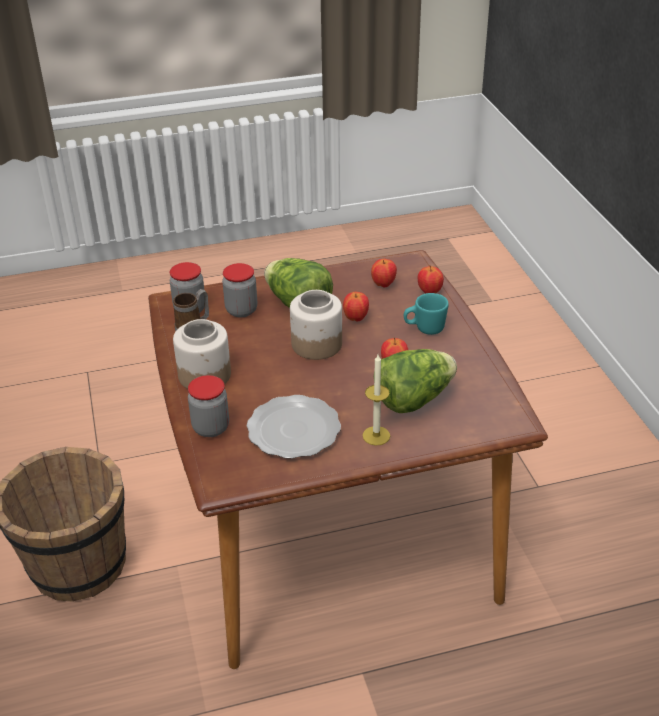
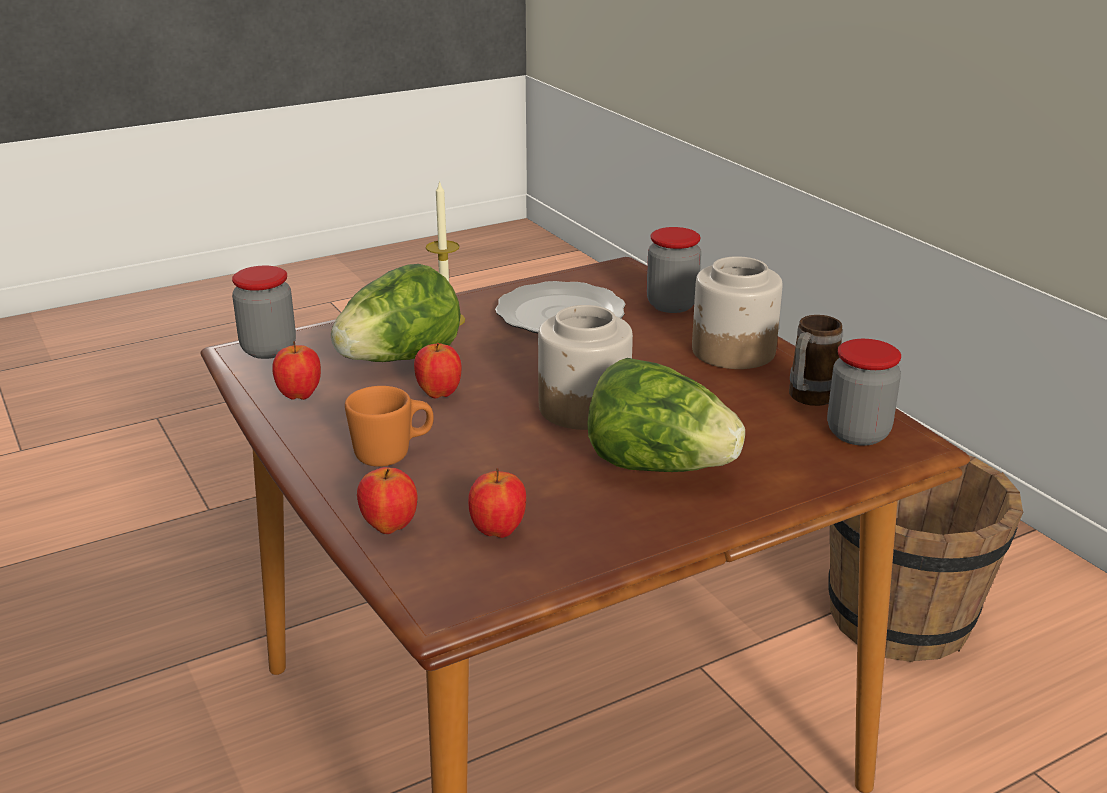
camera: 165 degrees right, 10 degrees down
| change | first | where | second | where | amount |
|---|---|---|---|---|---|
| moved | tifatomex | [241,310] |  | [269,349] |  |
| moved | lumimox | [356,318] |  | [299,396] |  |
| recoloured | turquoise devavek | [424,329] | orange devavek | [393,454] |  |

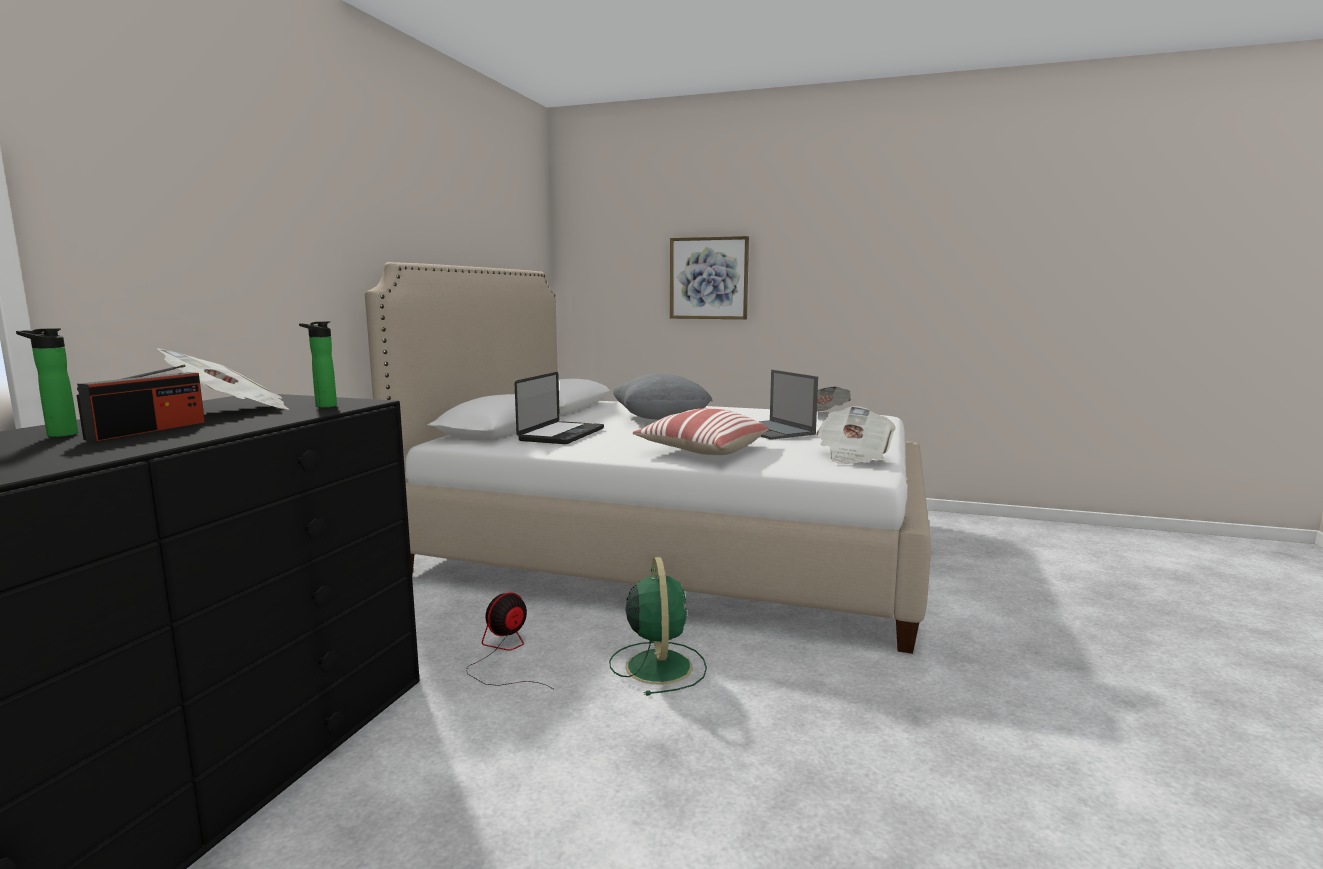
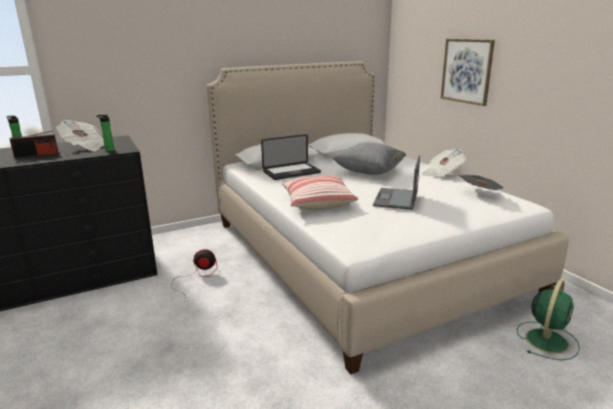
camera: 45 degrees right, 10 degrees up
| change | first | where | second | where | amount |
|---|---|---|---|---|---|
| moved | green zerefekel | [658,665] |  | [547,340] |  |
| moved | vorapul | [853,456] |  | [442,173] |  |

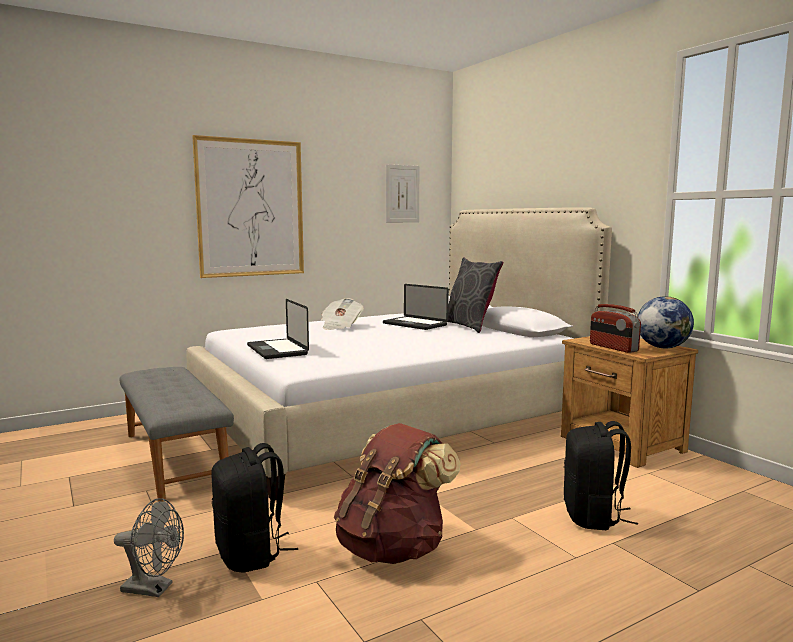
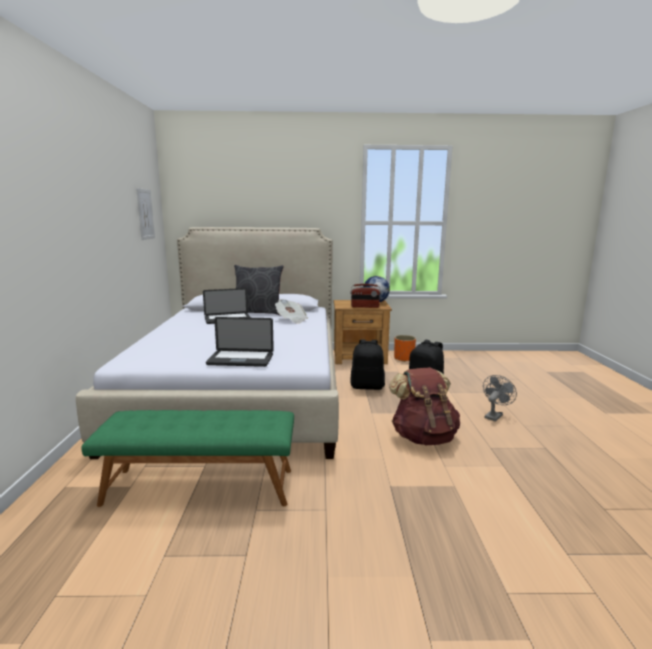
camera: 60 degrees left, 5 degrees up
| change | first | where | second | where | amount |
|---|---|---|---|---|---|
| moved | grey zerefekel | [154,588] |  | [494,415] |  |
| recoloured | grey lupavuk | [175,458] | green lupavuk | [200,486] |  |
| removed | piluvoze | [250,208] |  |  |  |
| moved | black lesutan | [251,554] |  | [367,386] |  |
| moved | vorapul | [340,326] |  | [291,320] |  |
| added |  |  | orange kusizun | [404,358] |  |

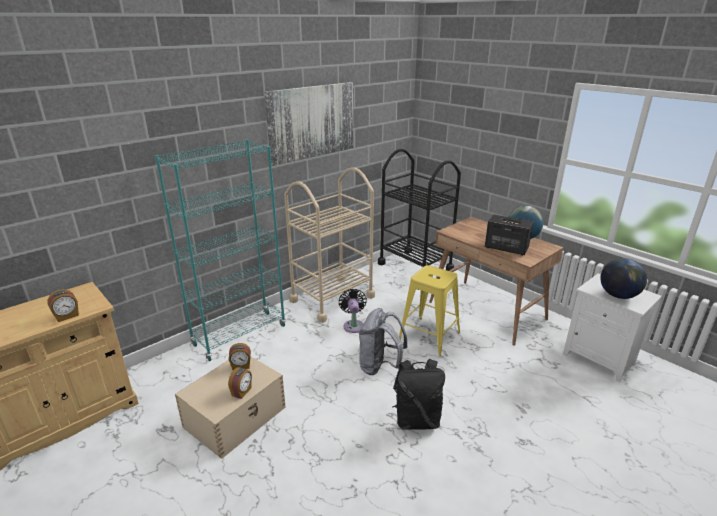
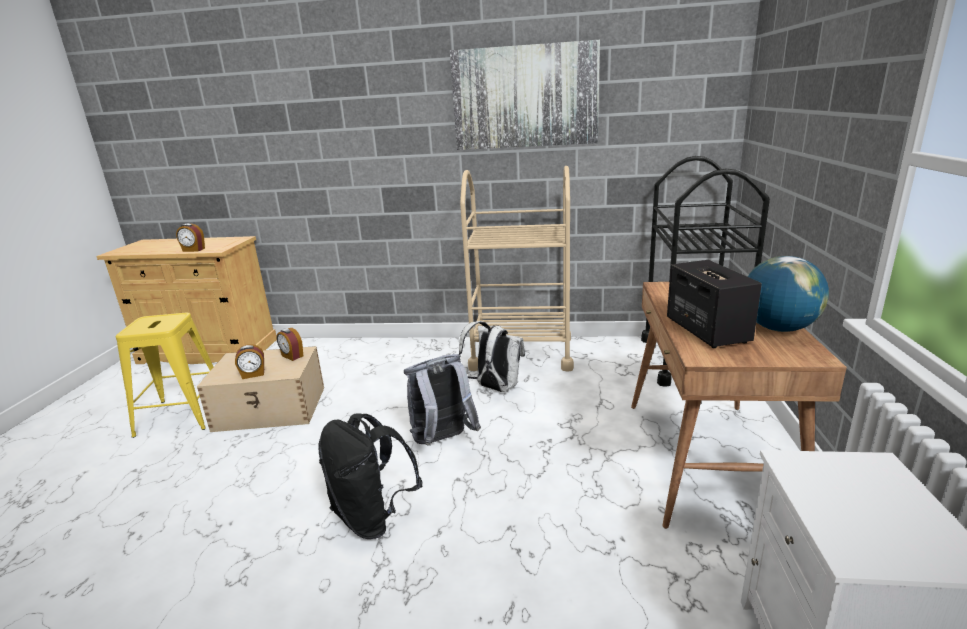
camera: 50 degrees right, 5 degrees down
| change | first | where | second | where | amount |
|---|---|---|---|---|---|
| removed | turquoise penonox | [240,335] |  |  |  |
| replaced | black zerefekel | [353,325] | white lesutan | [494,387] |  |
| moved | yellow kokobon | [429,336] |  | [182,415] |  |
| removed | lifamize | [618,295] |  |  |  |

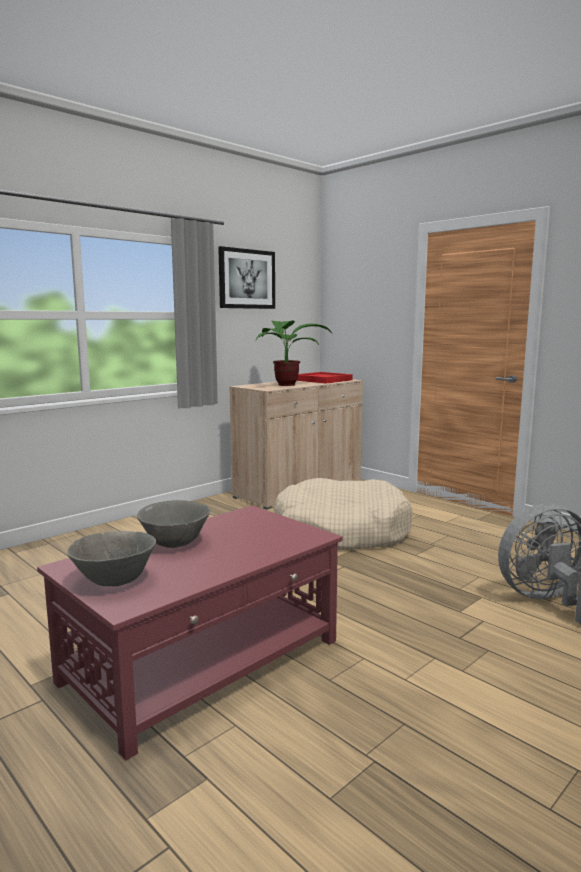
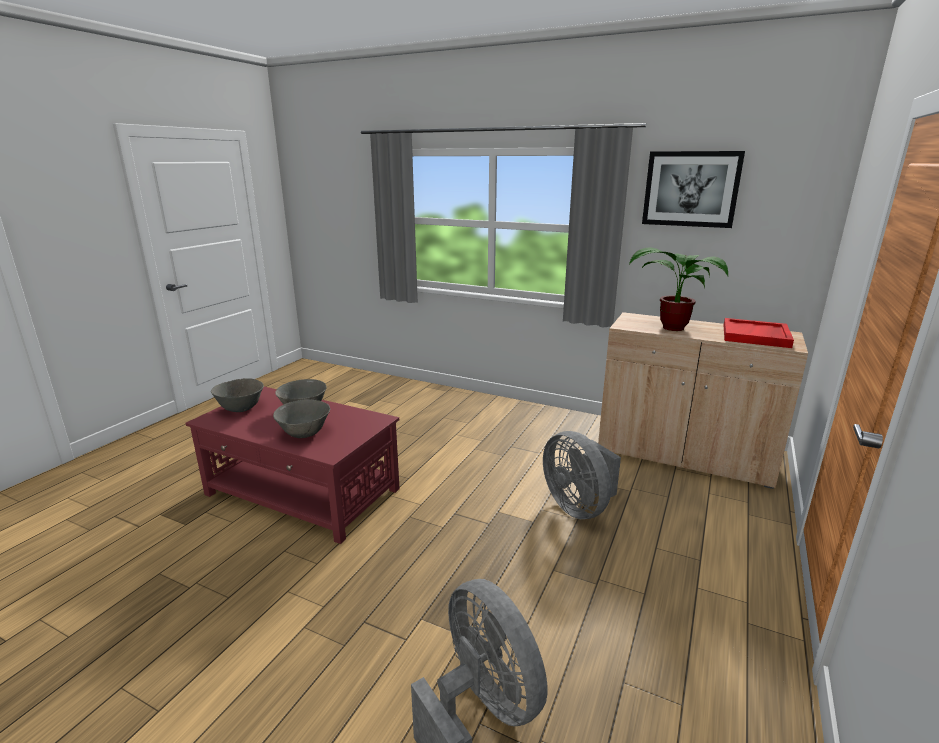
camera: 70 degrees right, 10 degrees up
| change | first | where | second | where | amount |
|---|---|---|---|---|---|
| replaced | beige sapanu | [341,532] | grey zerefekel | [578,506] |  |
| added |  |  | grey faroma | [305,434] |  |

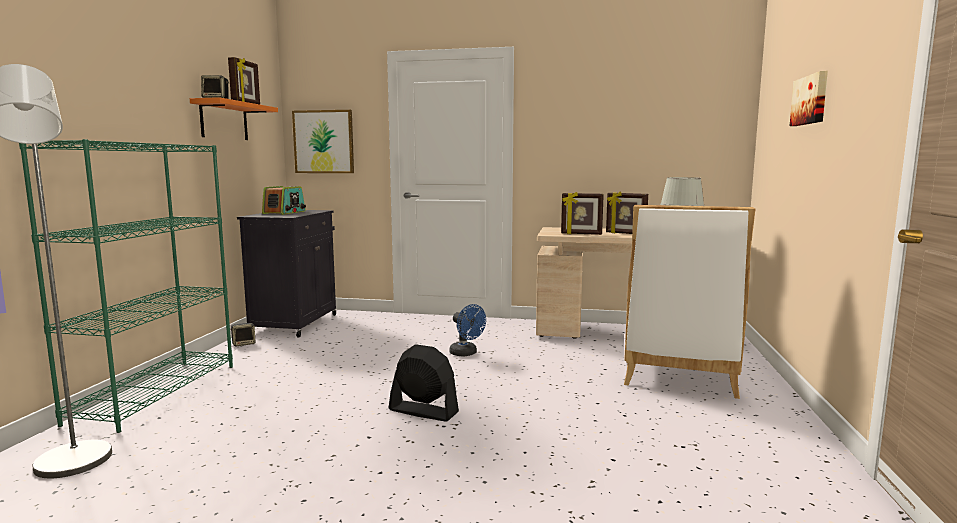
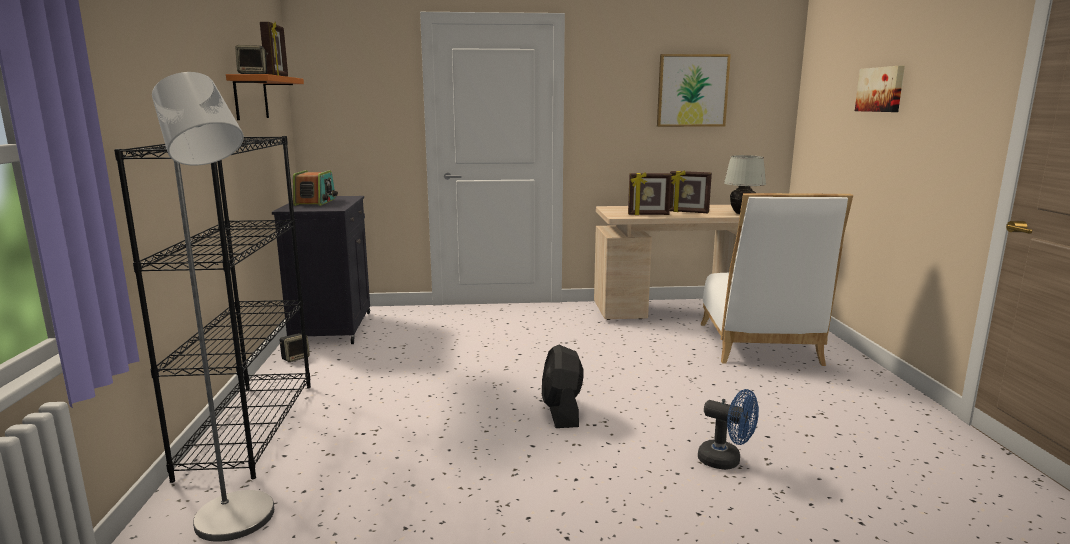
camera: 15 degrees left, 5 degrees up
| change | first | where | second | where | amount |
|---|---|---|---|---|---|
| recoloured | green penonox | [156,392] | black penonox | [249,427] |  |
| moved | piluvoze | [324,142] |  | [692,90] |  |
| turned | black zerefekel | [423,411] |  | [561,412] | 105 degrees counterclockwise |
| moved | blue zerefekel | [466,353] |  | [726,461] |  |

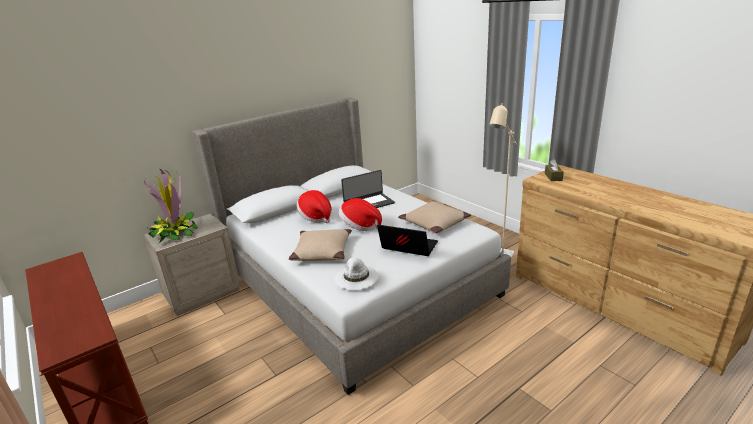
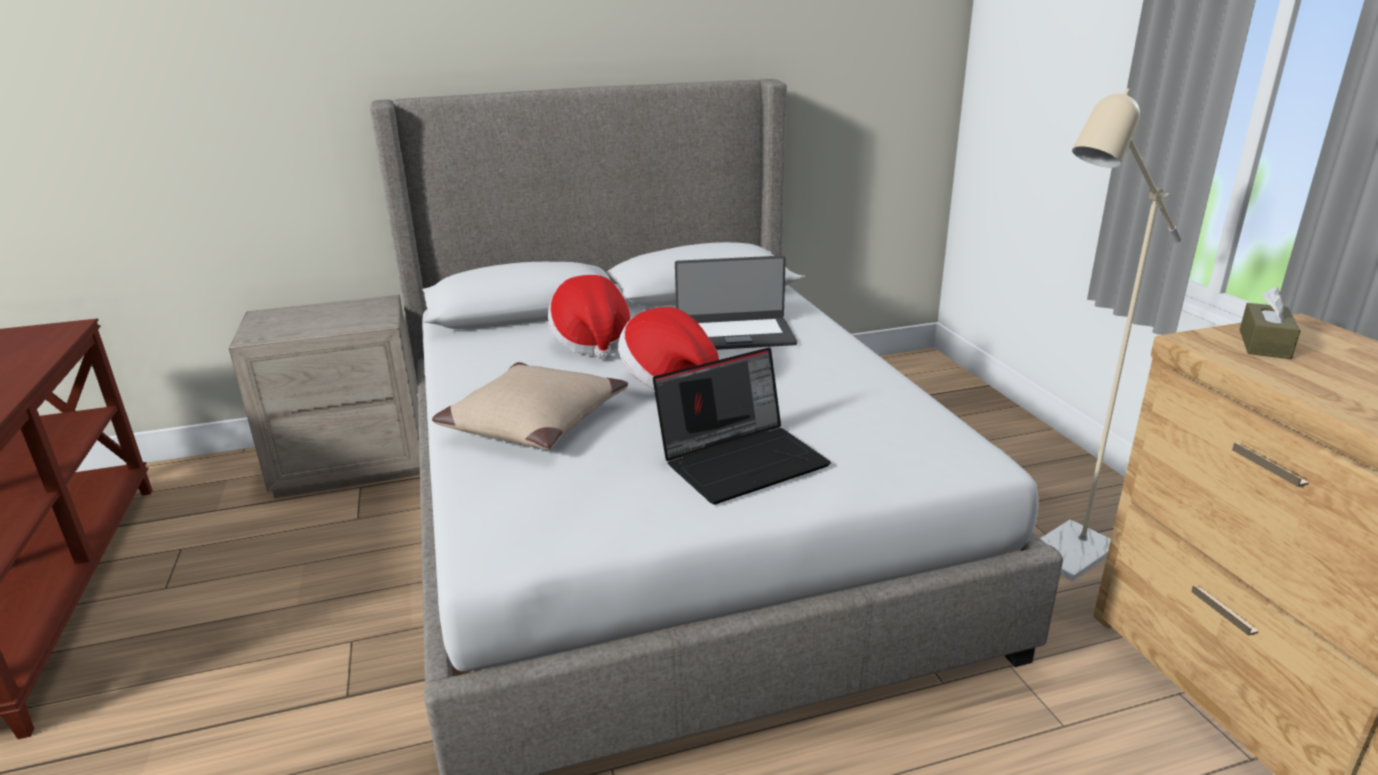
camera: 20 degrees right, 0 degrees up
| change | first | where | second | where | amount |
|---|---|---|---|---|---|
| removed | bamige | [175,233] |  |  |  |
| removed | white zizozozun | [356,277] |  |  |  |
| turned | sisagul | [407,248] |  | [743,460] | 105 degrees clockwise |
| removed | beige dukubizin | [434,223] |  |  |  |

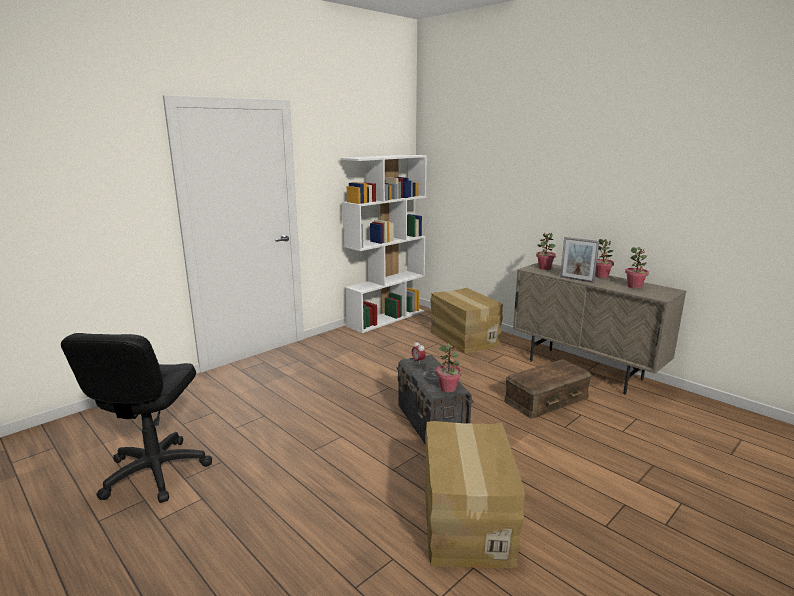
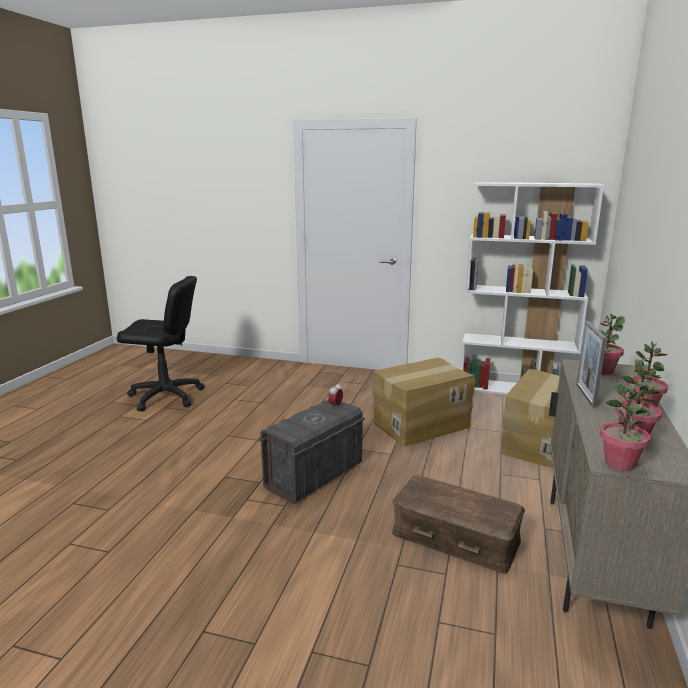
camera: 60 degrees right, 0 degrees up
| change | first | where | second | where | amount |
|---|---|---|---|---|---|
| turned | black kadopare | [155,472] |  | [166,396] | 150 degrees counterclockwise |
| moved | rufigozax | [465,520] |  | [420,424] |  |
| moved | bamige | [448,388] |  | [619,464] |  |

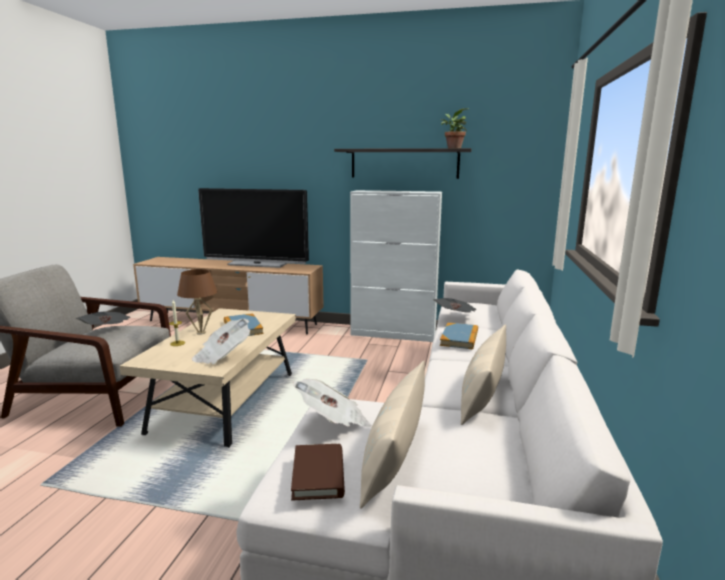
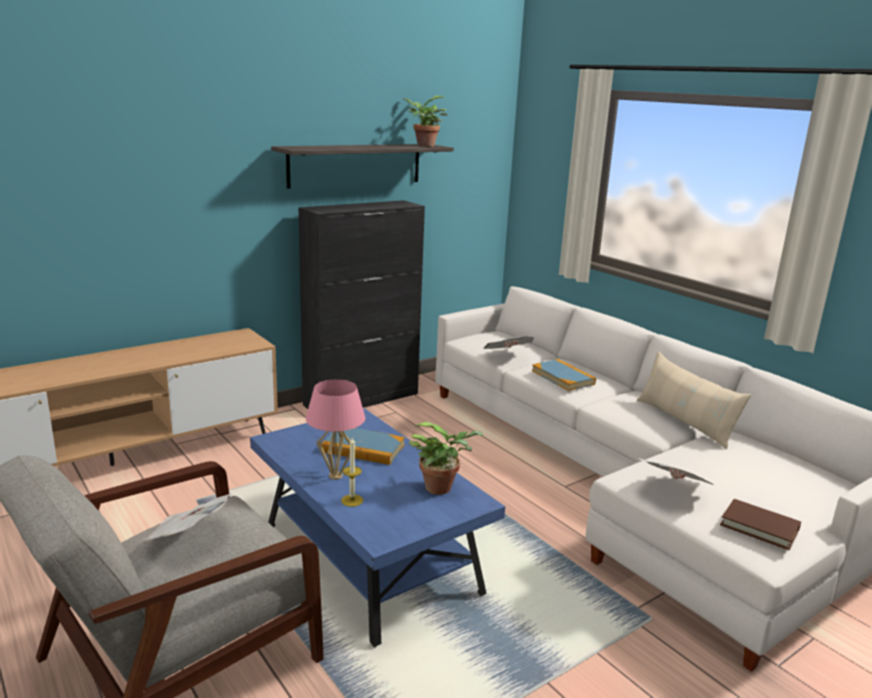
camera: 50 degrees left, 5 degrees up
| change | first | where | second | where | amount |
|---|---|---|---|---|---|
| recoloured | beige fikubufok | [225,402] | blue fikubufok | [369,560] |  |
| recoloured | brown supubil | [201,333] | pink supubil | [336,476] |  |
| replaced | vorapul | [222,356] | bamige | [442,487] |  |
| removed | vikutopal | [257,264] |  |  |  |
| recoloured | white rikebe | [393,334] | black rikebe | [362,399] |  |
| removed | beige dukubizin | [393,456] |  |  |  |

